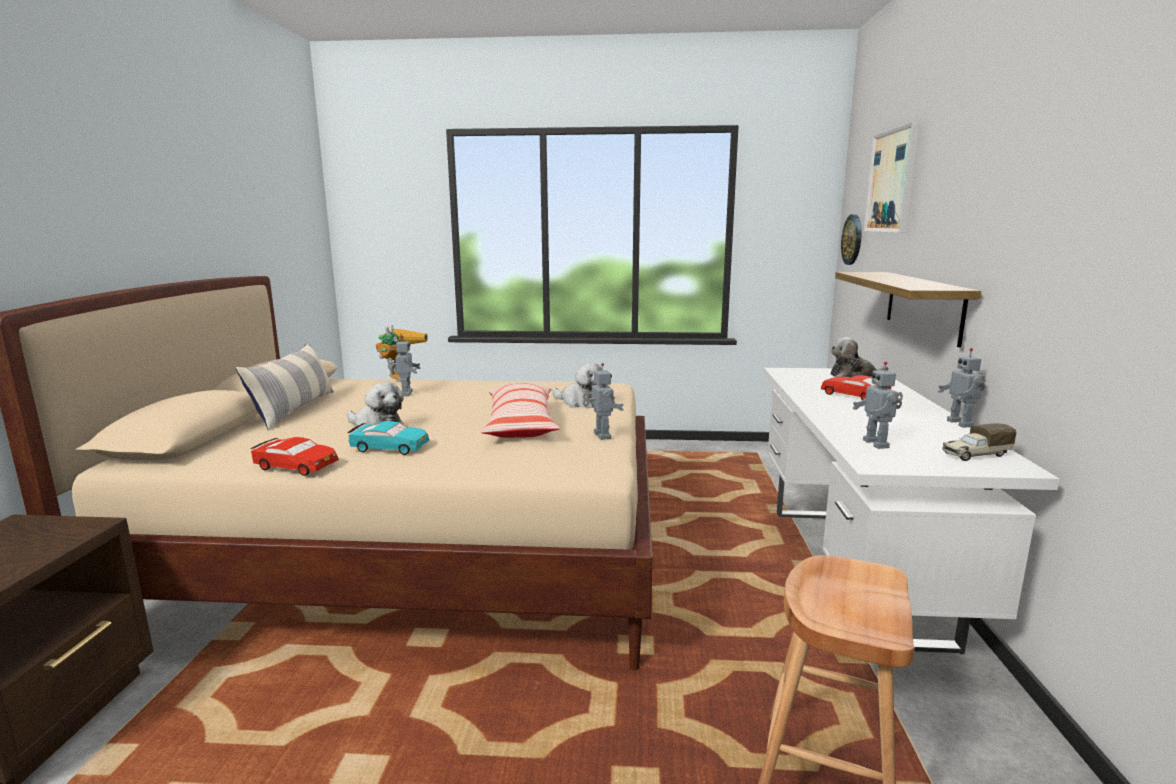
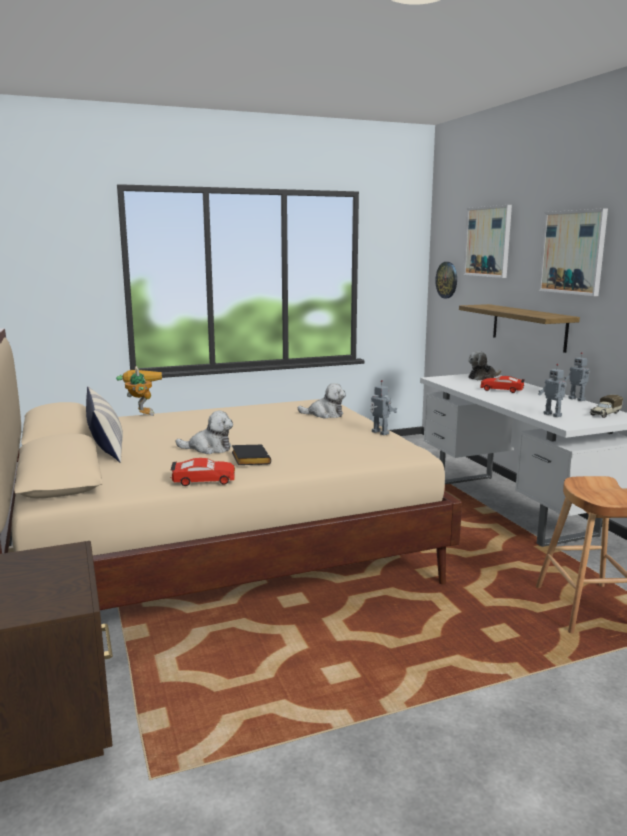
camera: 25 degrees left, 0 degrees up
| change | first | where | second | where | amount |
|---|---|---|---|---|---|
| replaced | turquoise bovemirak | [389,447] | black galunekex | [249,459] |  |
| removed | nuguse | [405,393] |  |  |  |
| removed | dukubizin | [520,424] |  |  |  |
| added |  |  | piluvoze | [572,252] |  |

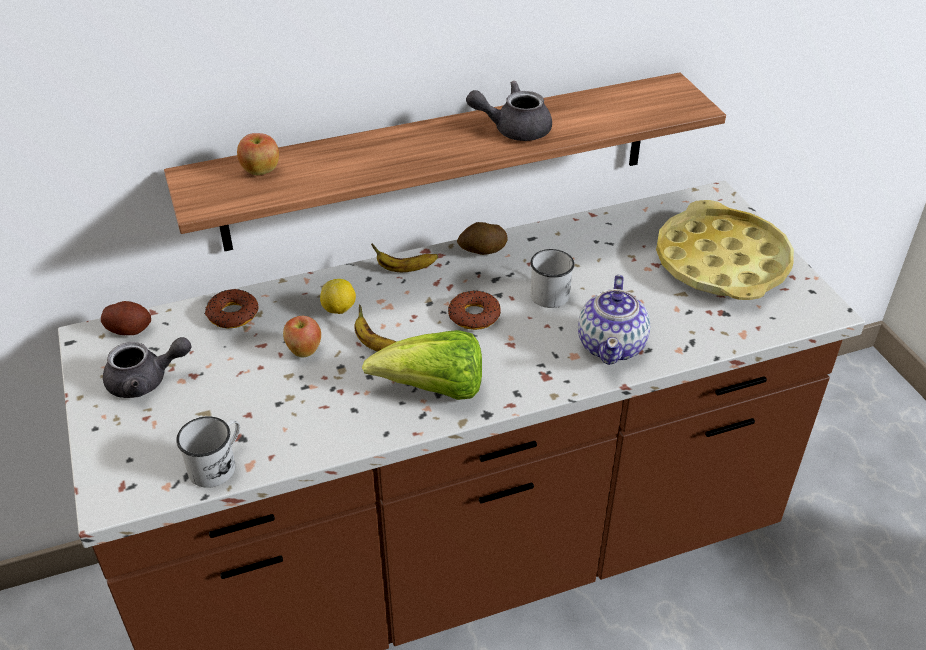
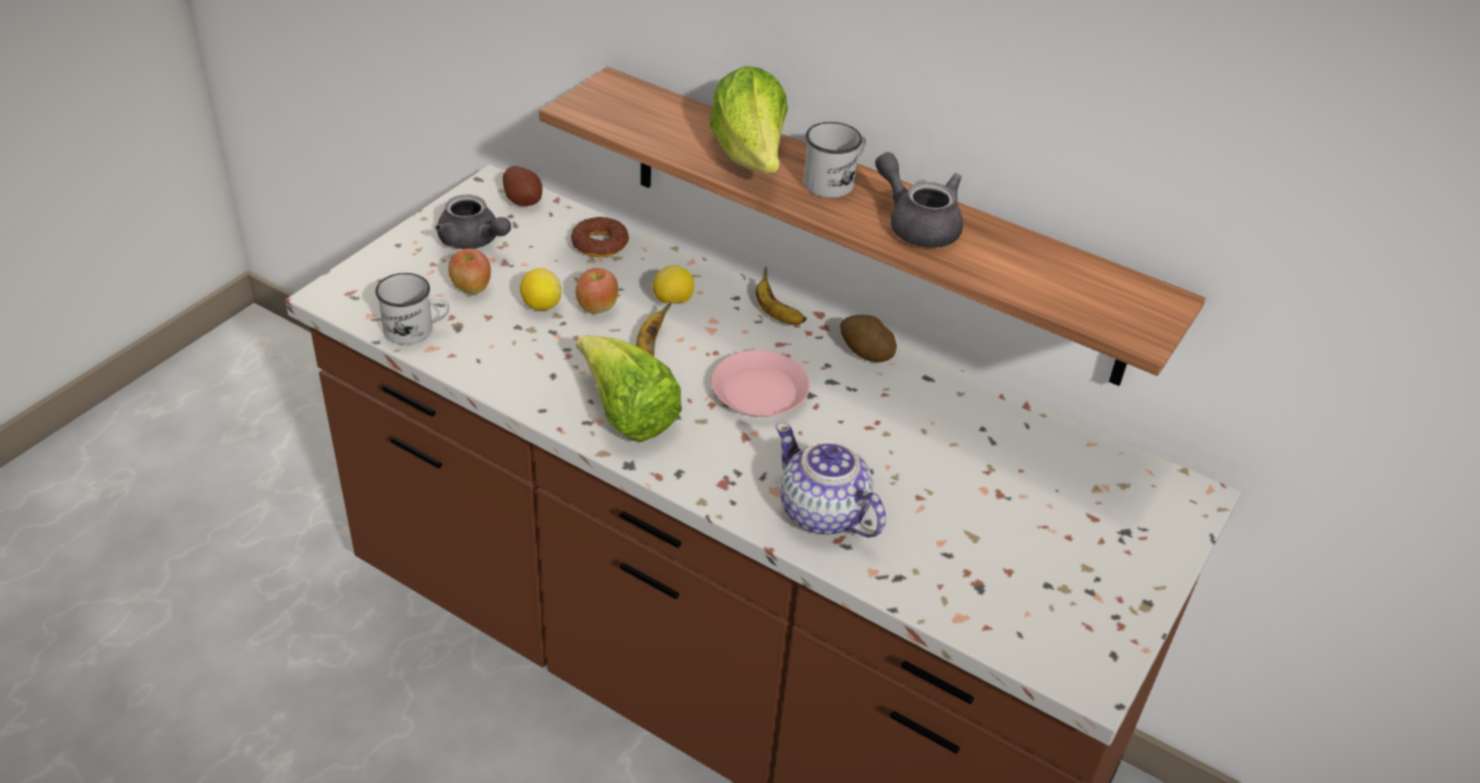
camera: 50 degrees right, 0 degrees up
| change | first | where | second | where | amount |
|---|---|---|---|---|---|
| moved | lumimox | [261,171] |  | [471,288] |  |
| replaced | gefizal | [474,315] | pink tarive | [759,392] |  |
| moved | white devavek | [549,291] |  | [835,181] |  |
| turned | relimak | [612,345] |  | [823,513] | 75 degrees clockwise |
| removed | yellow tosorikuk | [721,262] |  |  |  |
| added |  |  | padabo | [541,305] |  |
| added |  |  | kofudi | [750,158] |  |

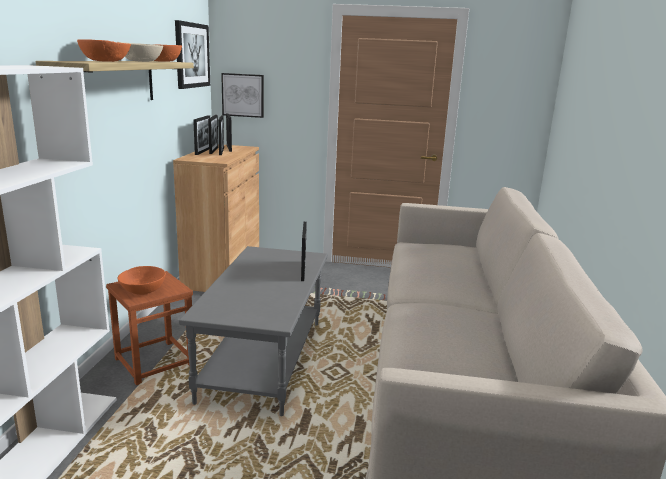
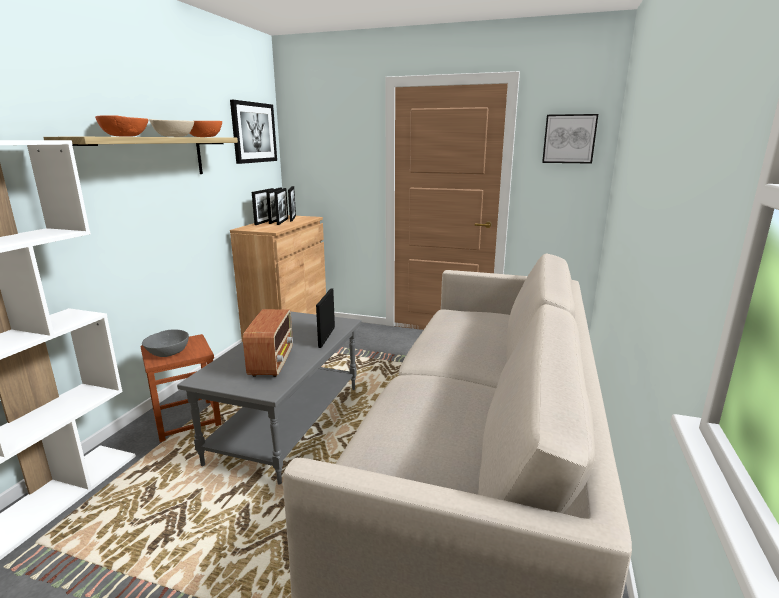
camera: 10 degrees right, 0 degrees up
| change | first | where | second | where | amount |
|---|---|---|---|---|---|
| recoloured | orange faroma | [143,290] | grey faroma | [168,353] |  |
| moved | piluvoze | [243,95] |  | [569,139] |  |
| added |  |  | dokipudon | [272,362] |  |

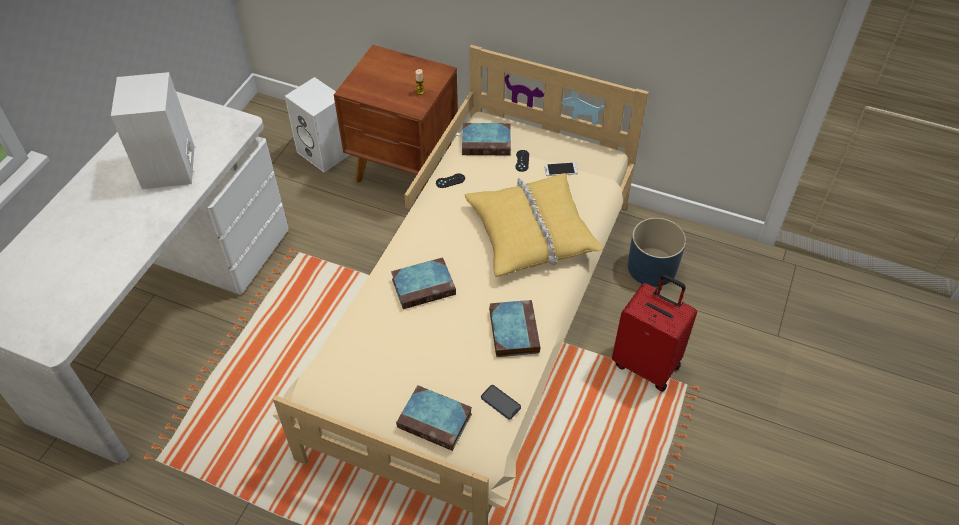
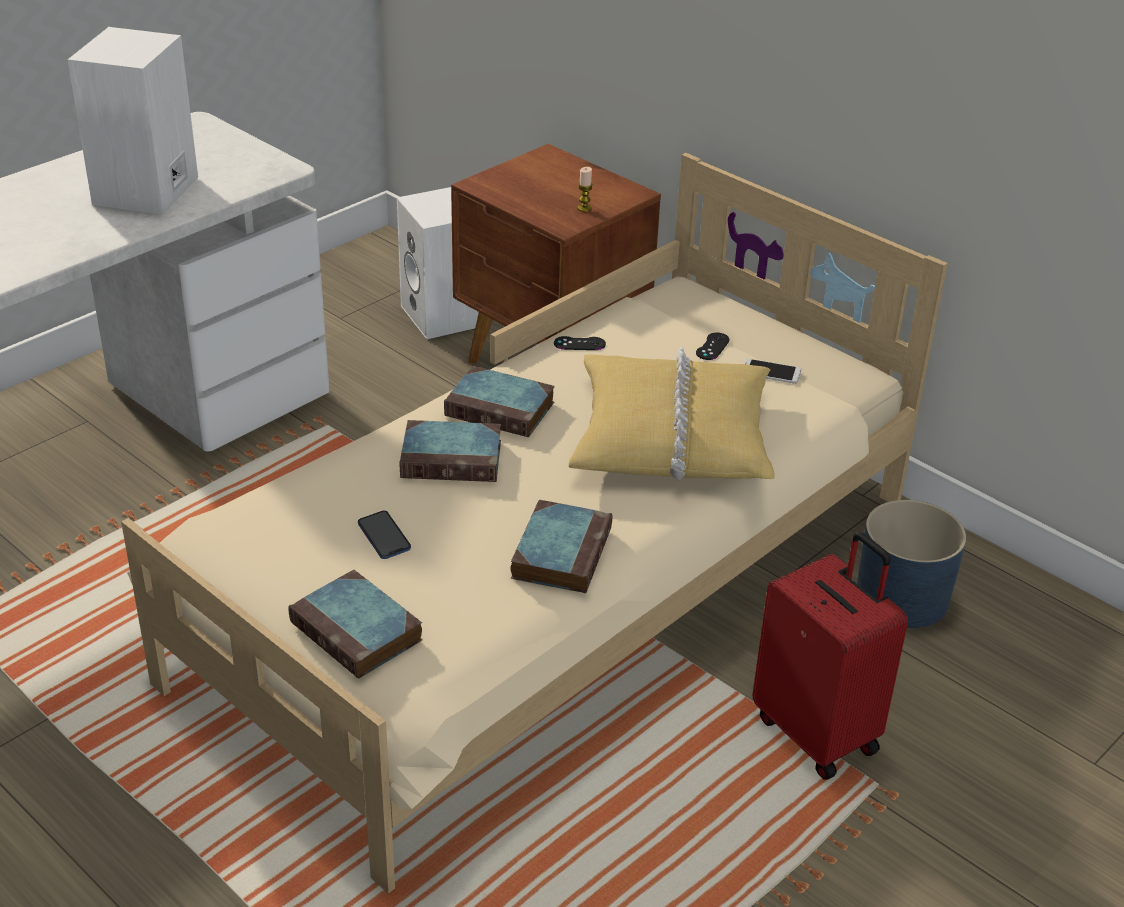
camera: 20 degrees right, 15 degrees down
| change | first | where | second | where | amount |
|---|---|---|---|---|---|
| moved | galunekex | [487,142] |  | [502,409] |  |
| moved | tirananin | [500,402] |  | [384,536] |  |

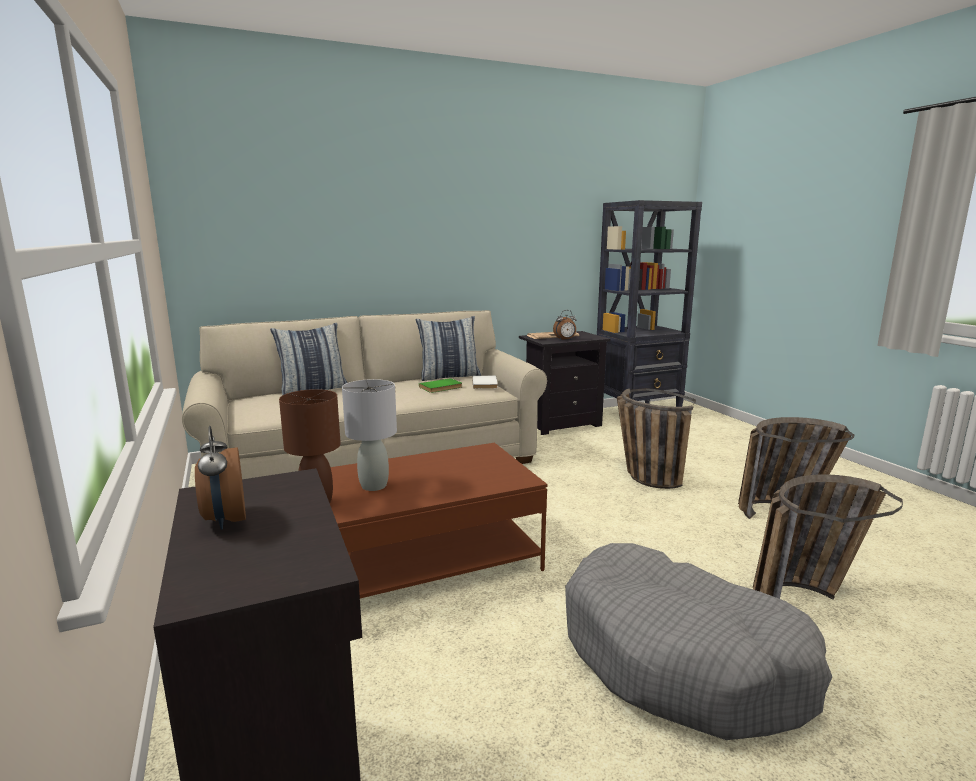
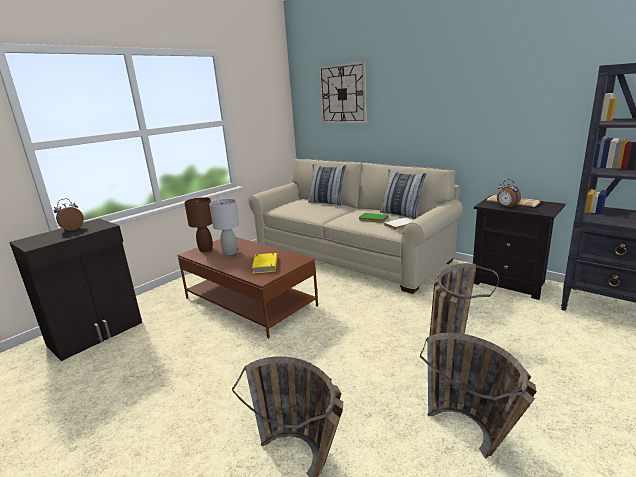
camera: 65 degrees right, 5 degrees up
| change | first | where | second | where | amount |
|---|---|---|---|---|---|
| removed | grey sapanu | [682,658] |  |  |  |
| added |  |  | yellow galunekex | [265,265] |  |
| added |  |  | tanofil | [342,94] |  |

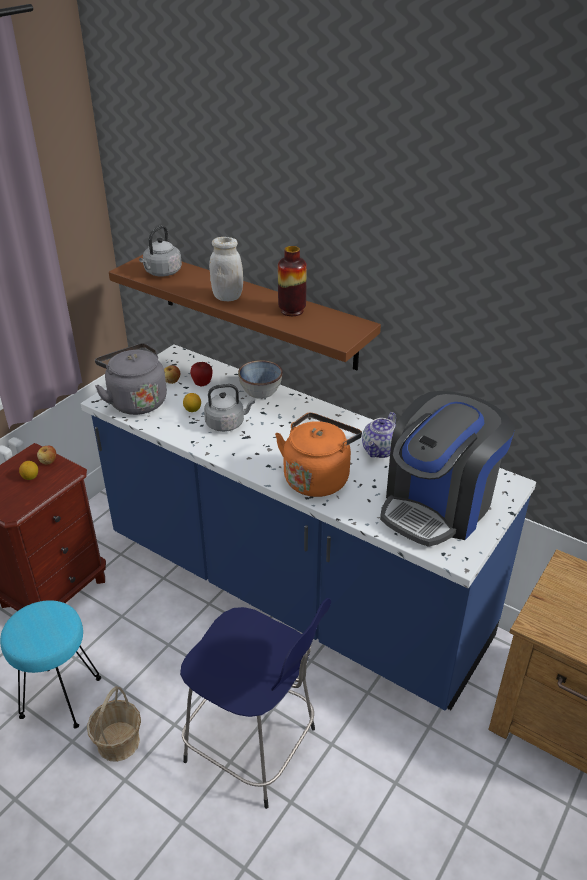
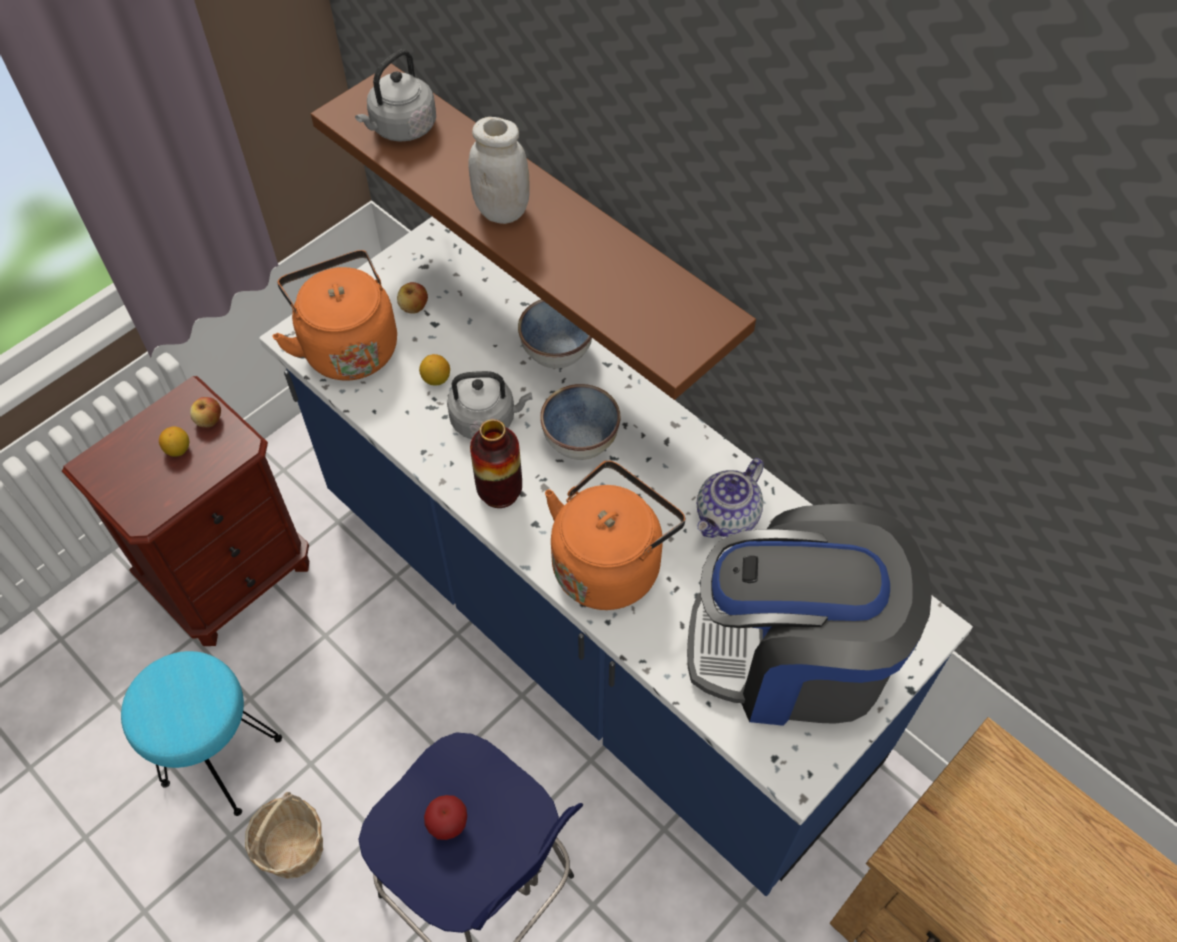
camera: 10 degrees right, 20 degrees up
| change | first | where | second | where | amount |
|---|---|---|---|---|---|
| recoloured | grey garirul | [136,401] | orange garirul | [347,346] |  |
| moved | lumimox | [202,384] |  | [448,825] |  |
| moved | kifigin | [292,311] |  | [500,492] |  |
| turned | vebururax | [438,505] |  | [793,654] | 45 degrees clockwise |
| added |  |  | faroma | [580,439] |  |

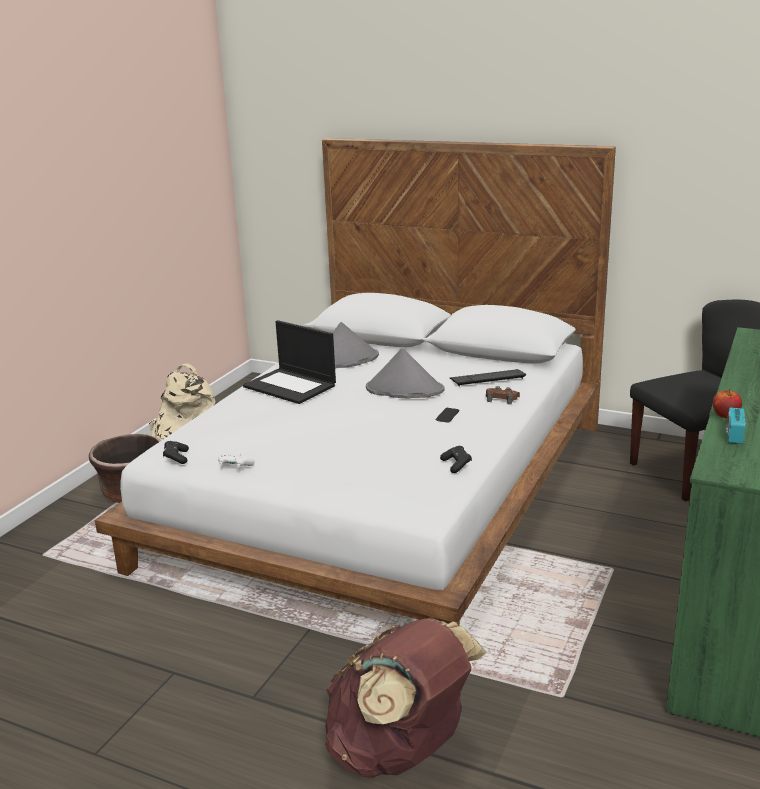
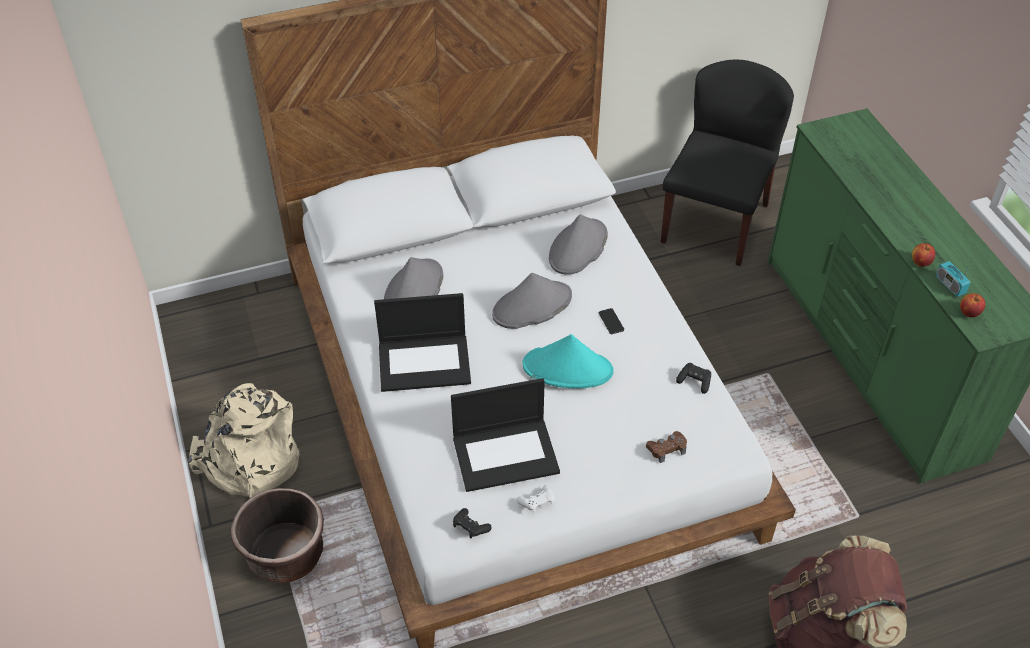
camera: 45 degrees left, 25 degrees up
| change | first | where | second | where | amount |
|---|---|---|---|---|---|
| replaced | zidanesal | [487,378] | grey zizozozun | [578,248] |  |
| moved | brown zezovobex | [502,399] |  | [666,449] |  |
| added |  |  | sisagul | [506,453] |  |
| added |  |  | turquoise zizozozun | [568,368] |  |
| added |  |  | lumimox | [969,313] |  |

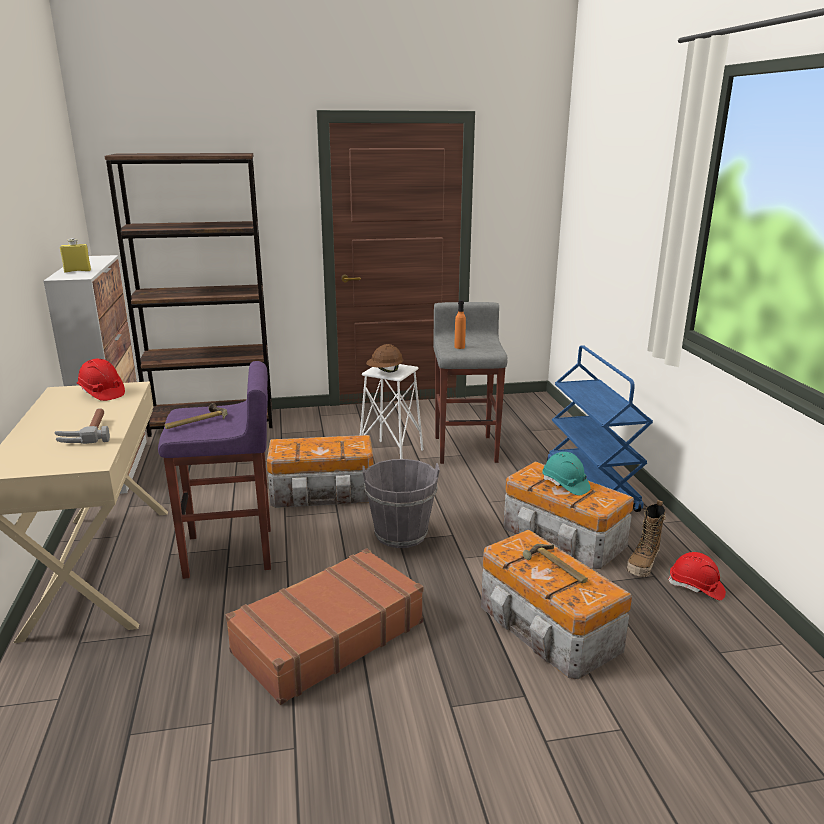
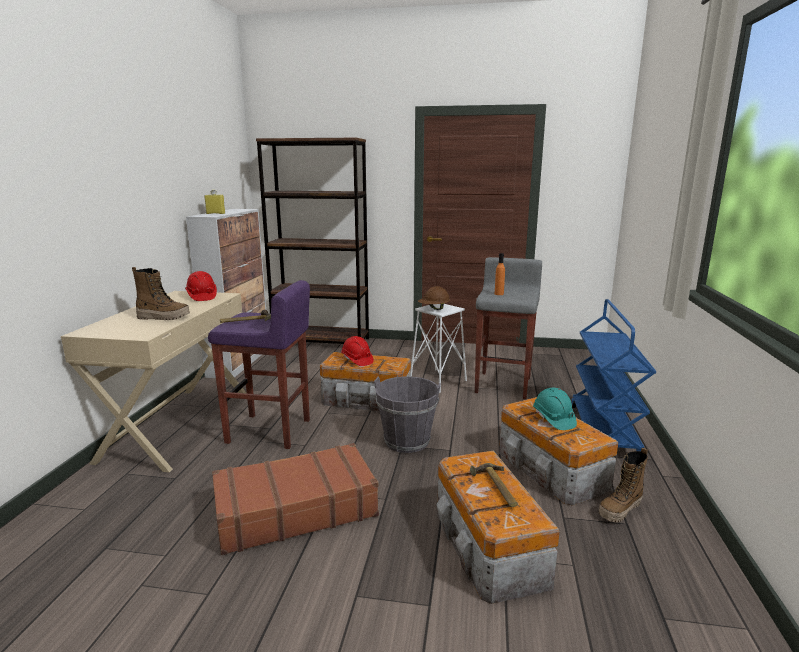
camera: 20 degrees right, 5 degrees down
| change | first | where | second | where | amount |
|---|---|---|---|---|---|
| replaced | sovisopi | [87,432] | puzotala | [163,317] |  |
| moved | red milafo | [696,587] |  | [357,360] |  |

